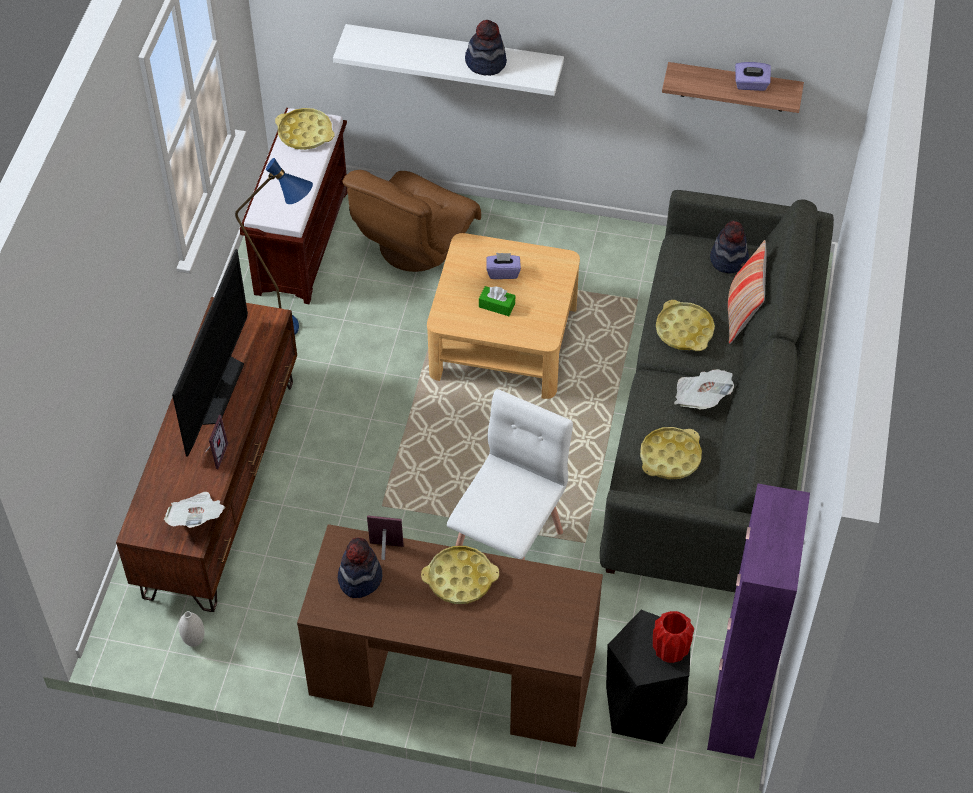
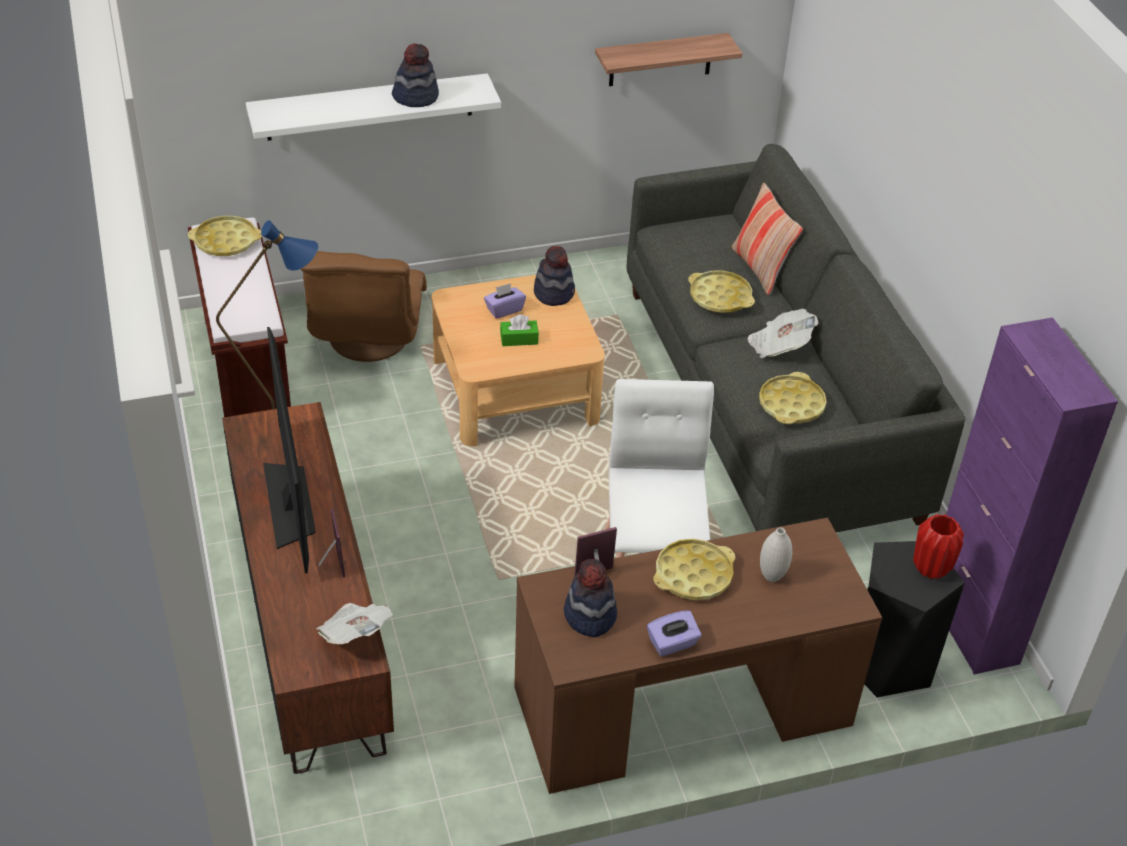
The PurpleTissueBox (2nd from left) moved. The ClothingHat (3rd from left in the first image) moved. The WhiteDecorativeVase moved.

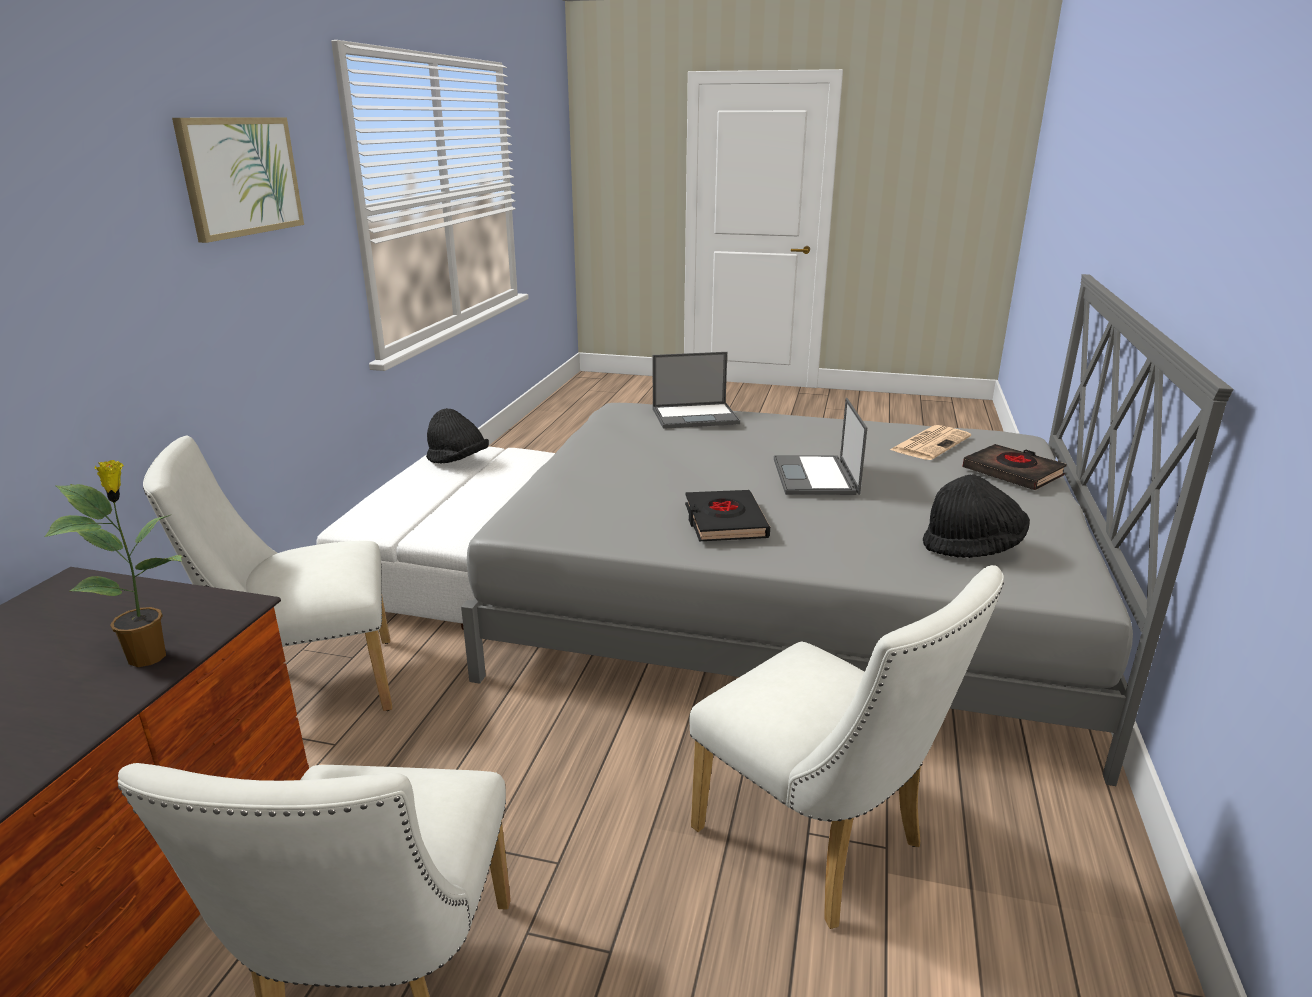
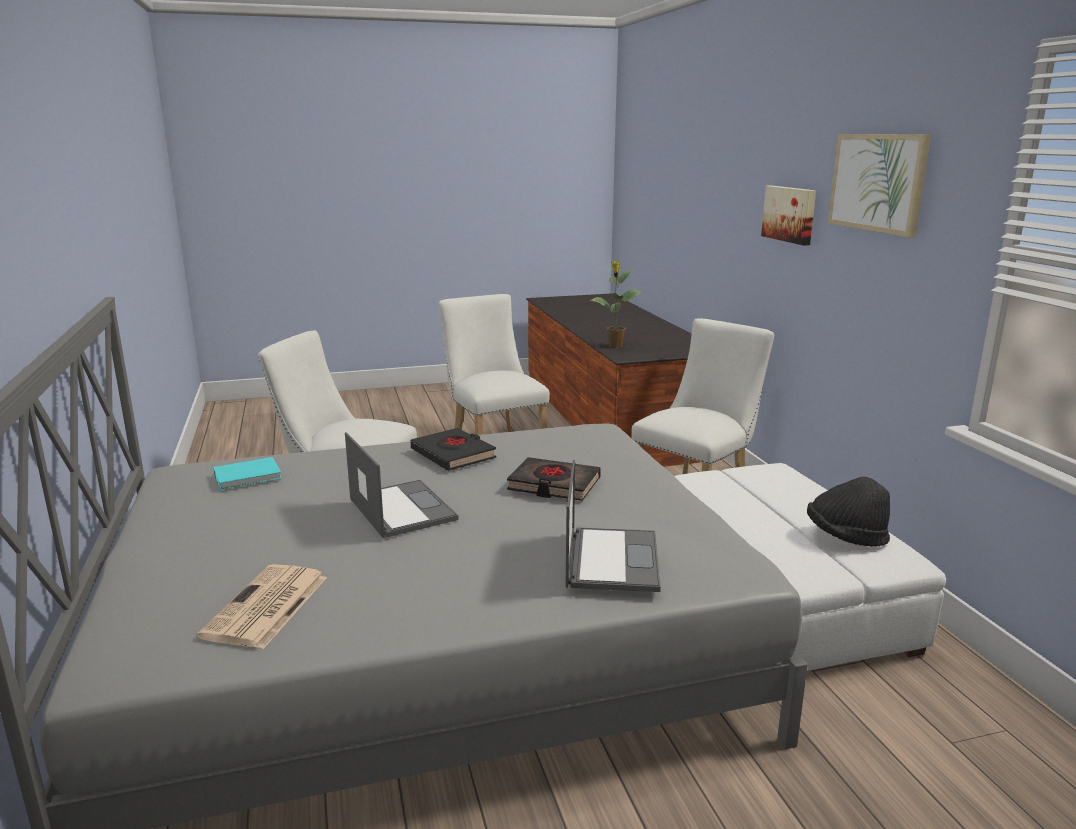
The NotebookComputer (1st from left in the first image) turned 135 degrees clockwise. The BlackColouredVolume (2nd from left) moved. The BlackColouredClothingHat (2nd from left) was replaced by the BlueGreenVolume. The Picture (1st from left) appeared.

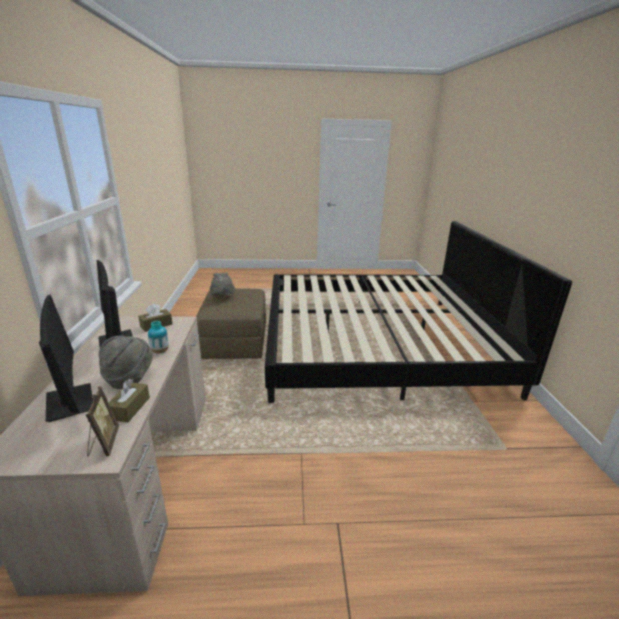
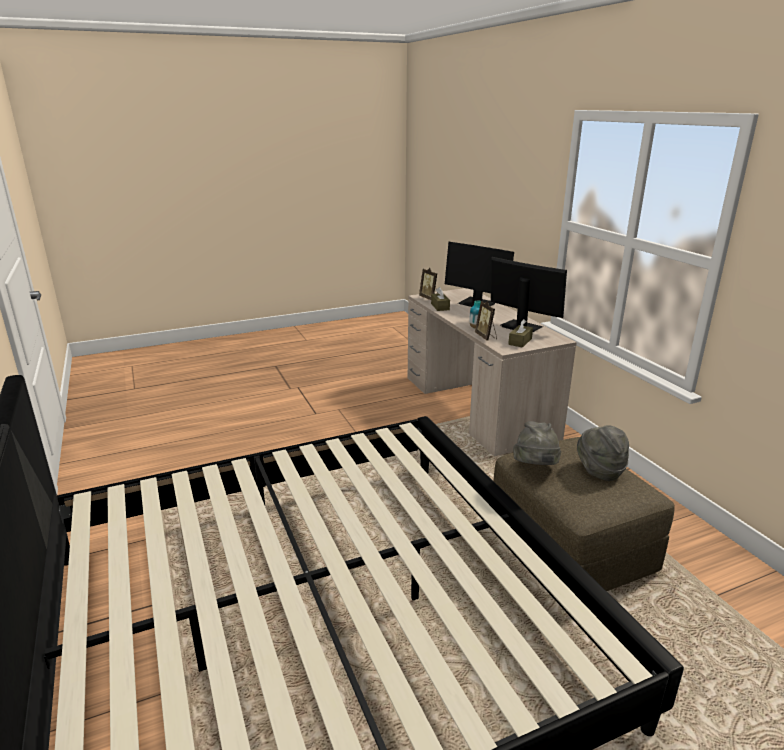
The GreyishClothingHat (1st from left) moved. The StandingFrame (2nd from left) appeared.

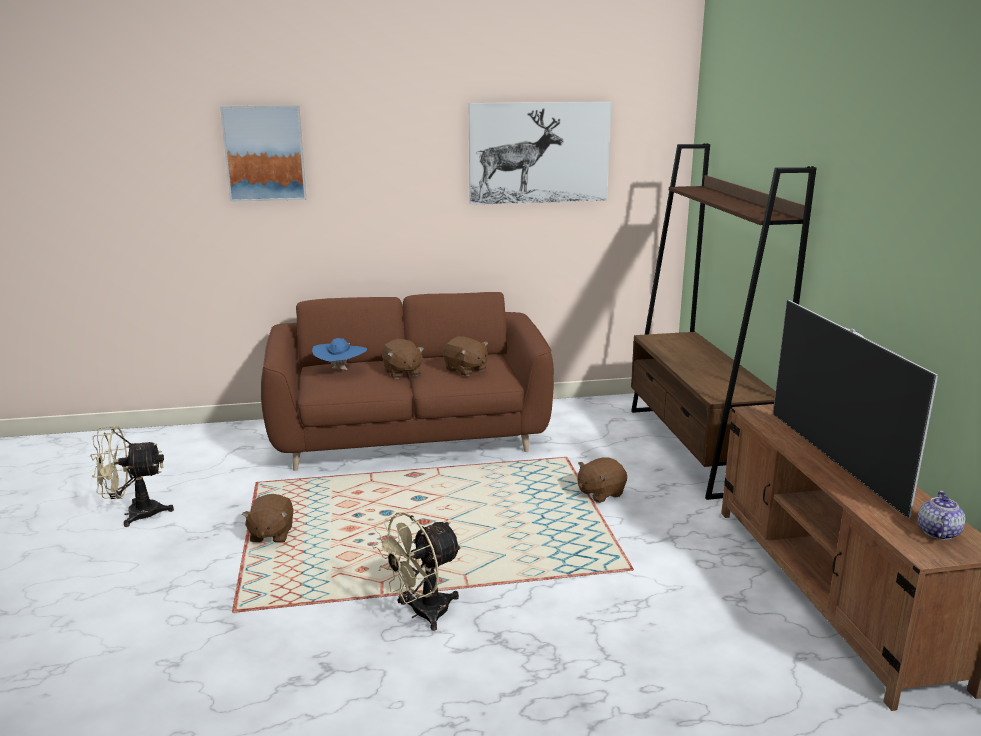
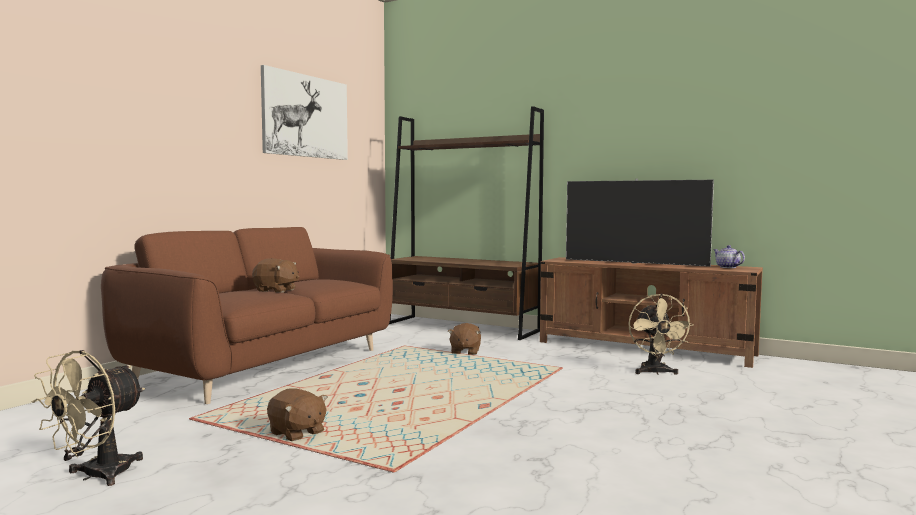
The Picture (1st from left) disappeared. The BrownColouredCuddlyToy (3rd from left) disappeared. The BlueColouredClothingHat disappeared. The BeigeColouredFan (2nd from left) moved.

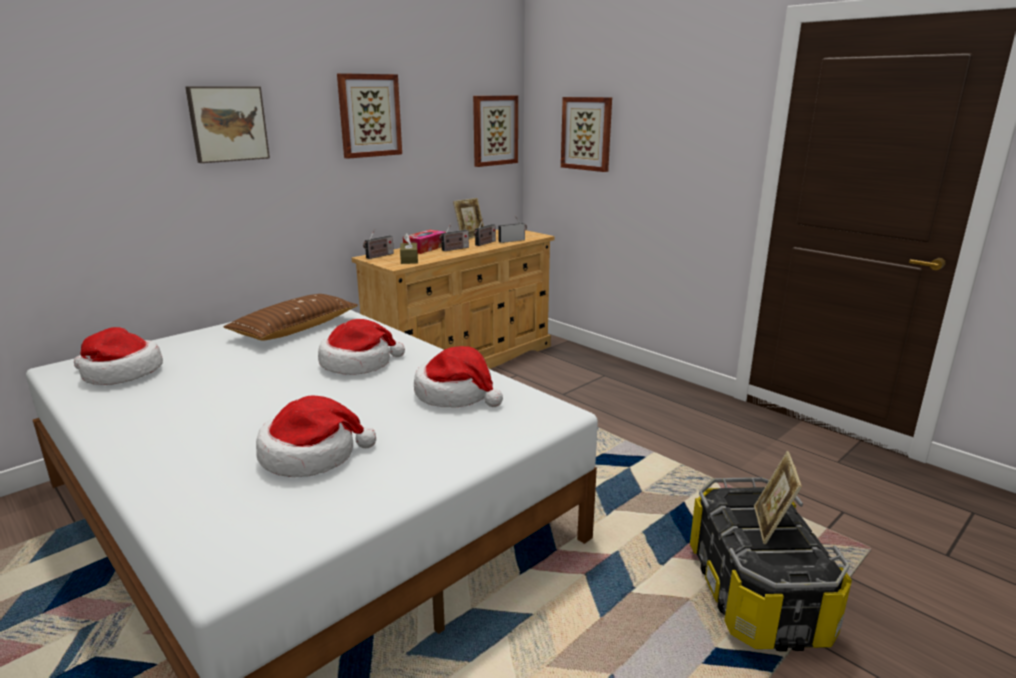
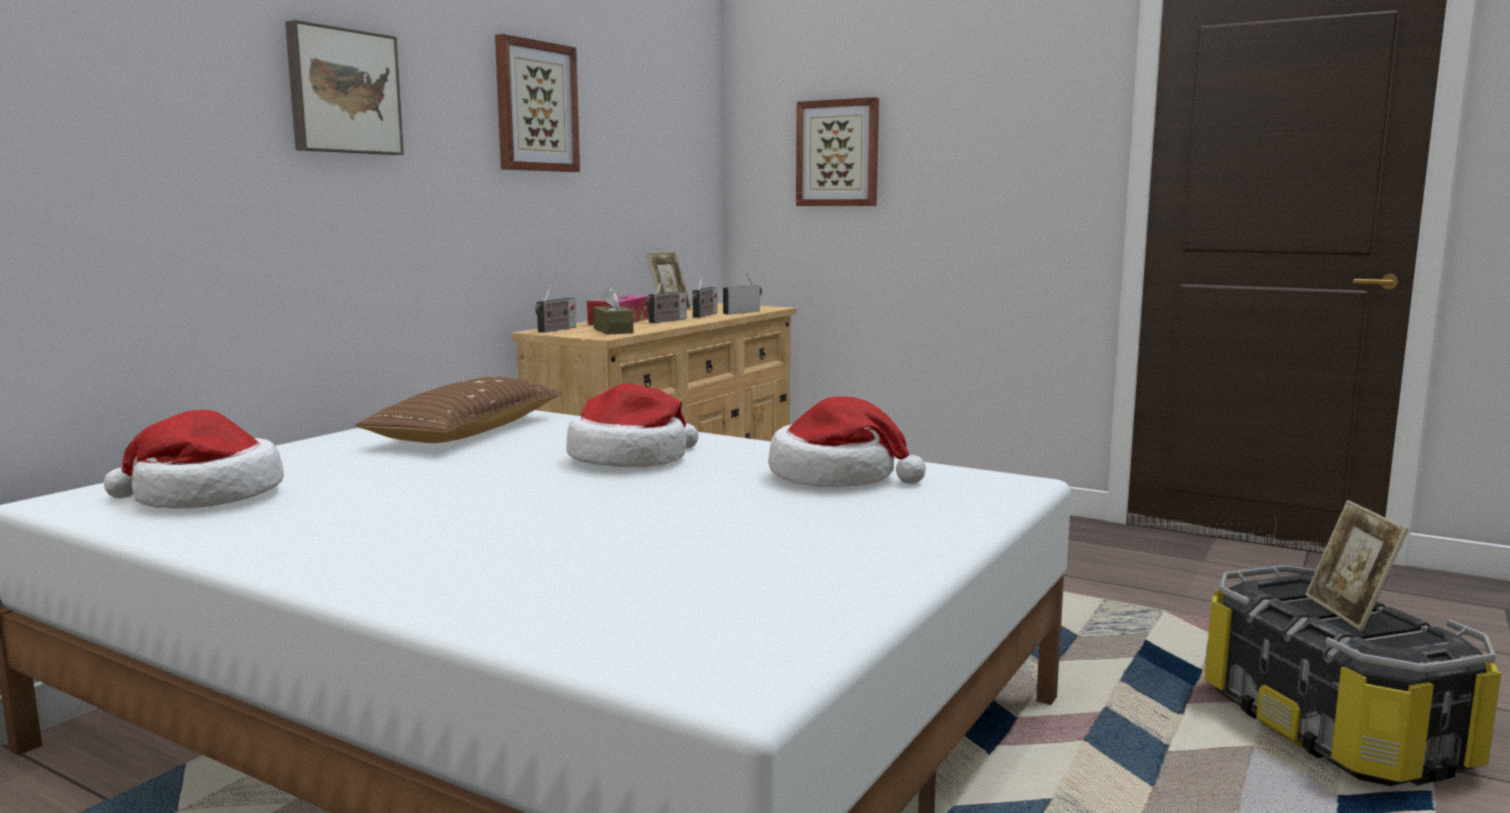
The Picture (3rd from left) disappeared. The ClothingHat (2nd from left) disappeared.

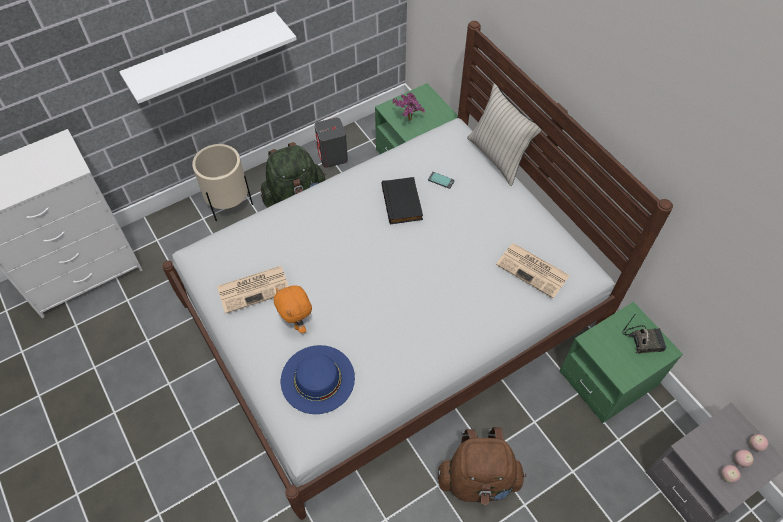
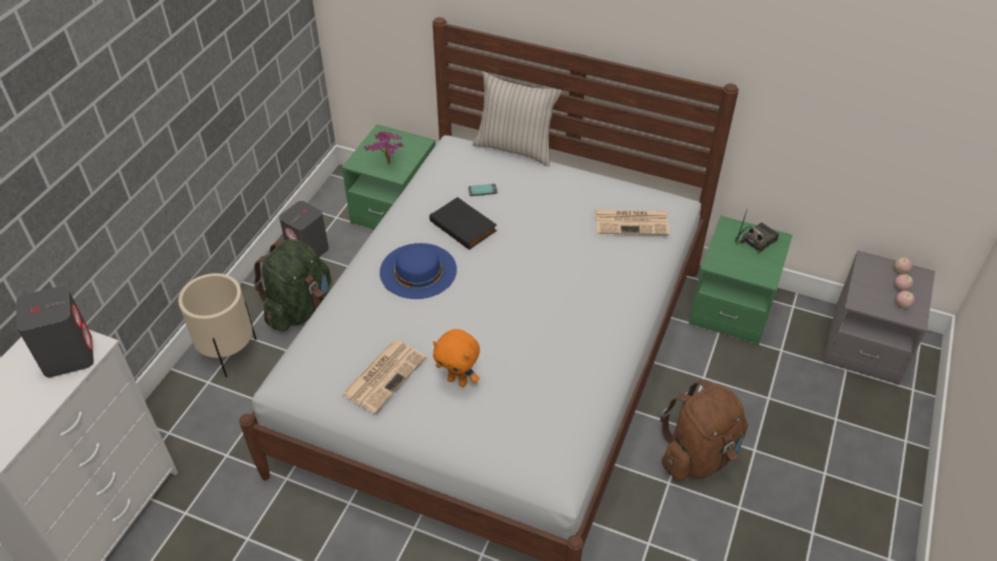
The WhiteBracketShelf disappeared. The BlueColouredClothingHat moved. The GreyishSpeaker (1st from left) appeared.

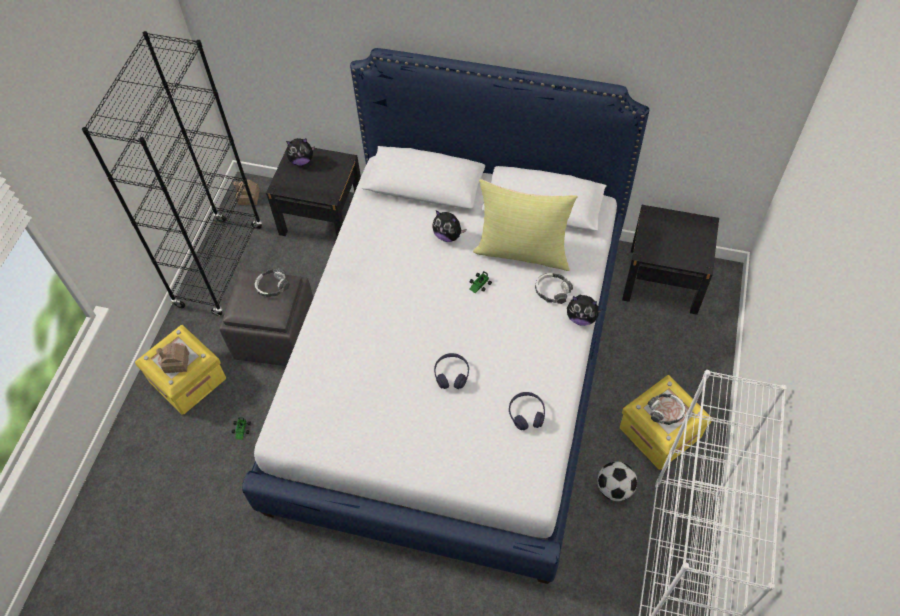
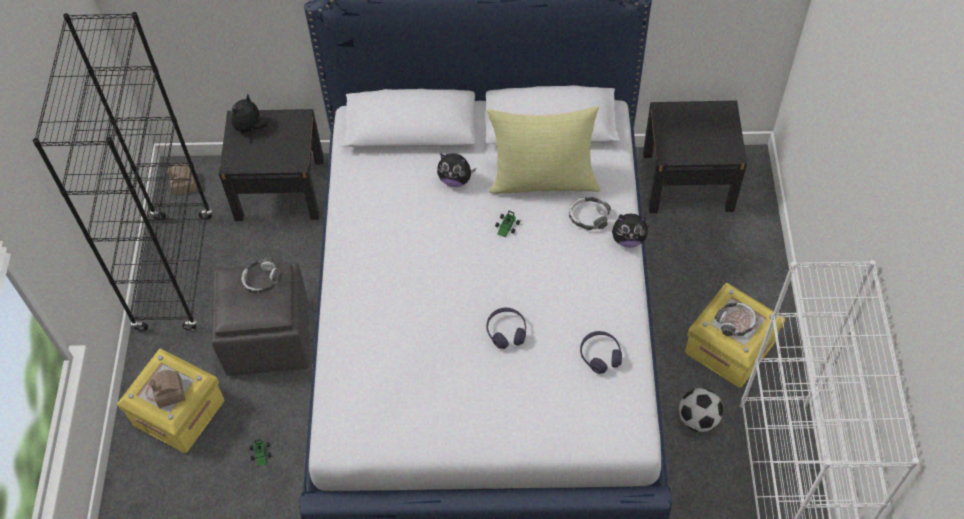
The CuddlyToy (1st from left) turned 150 degrees clockwise.

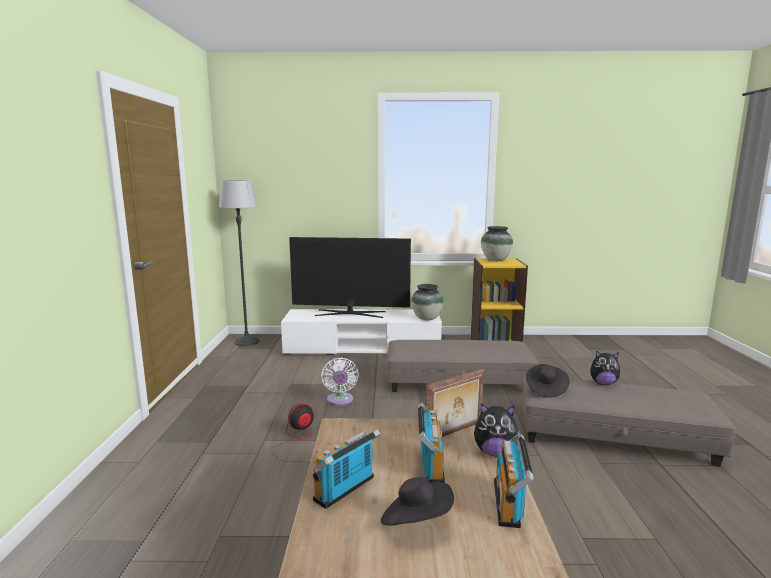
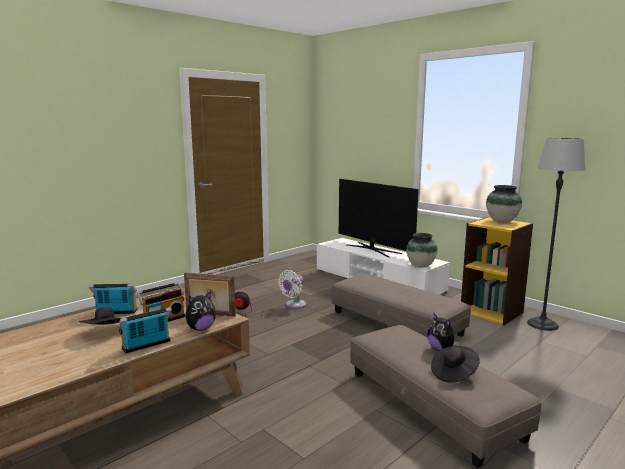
The StandardLamp moved. The BlackColouredClothingHat (2nd from left) moved. The CuddlyToy (1st from left) turned 90 degrees counterclockwise.

